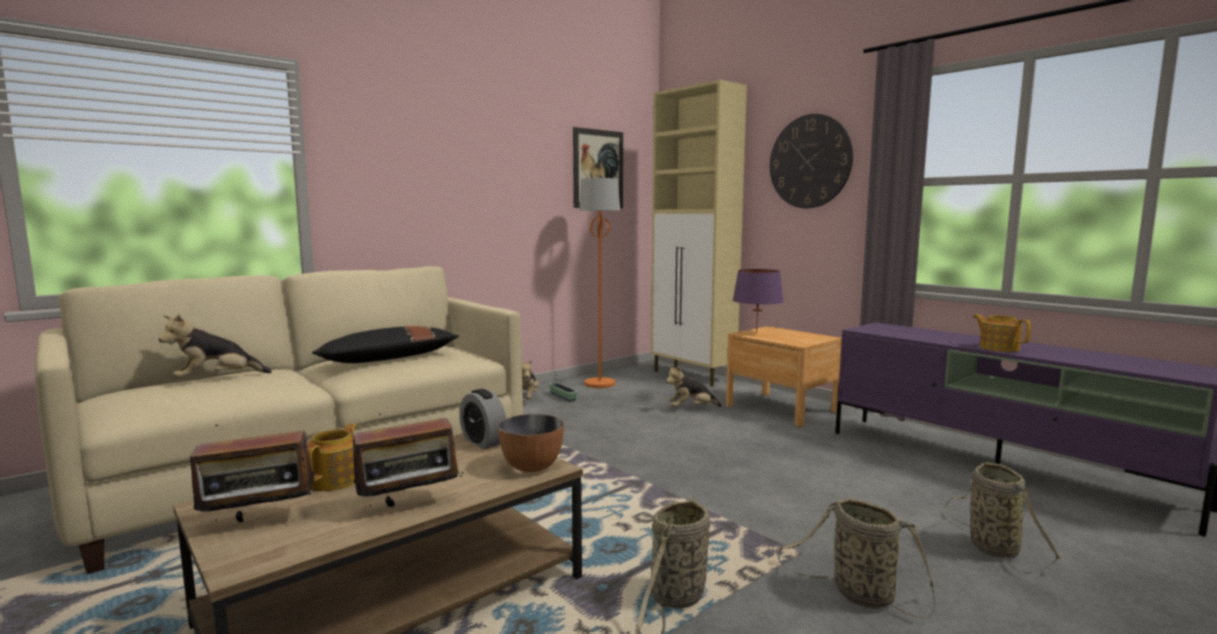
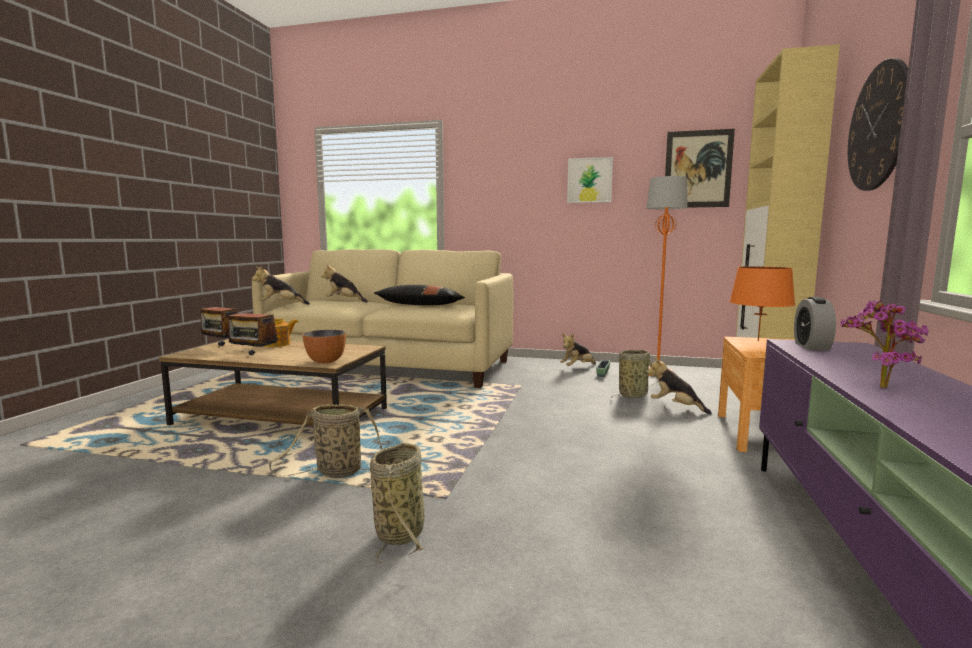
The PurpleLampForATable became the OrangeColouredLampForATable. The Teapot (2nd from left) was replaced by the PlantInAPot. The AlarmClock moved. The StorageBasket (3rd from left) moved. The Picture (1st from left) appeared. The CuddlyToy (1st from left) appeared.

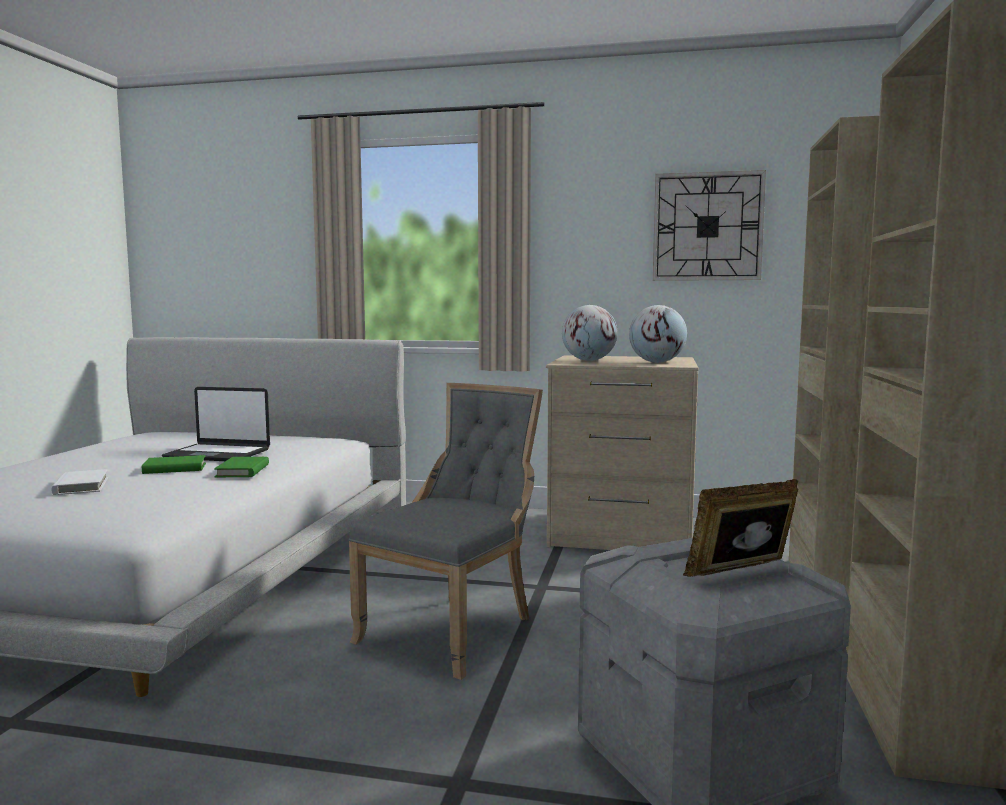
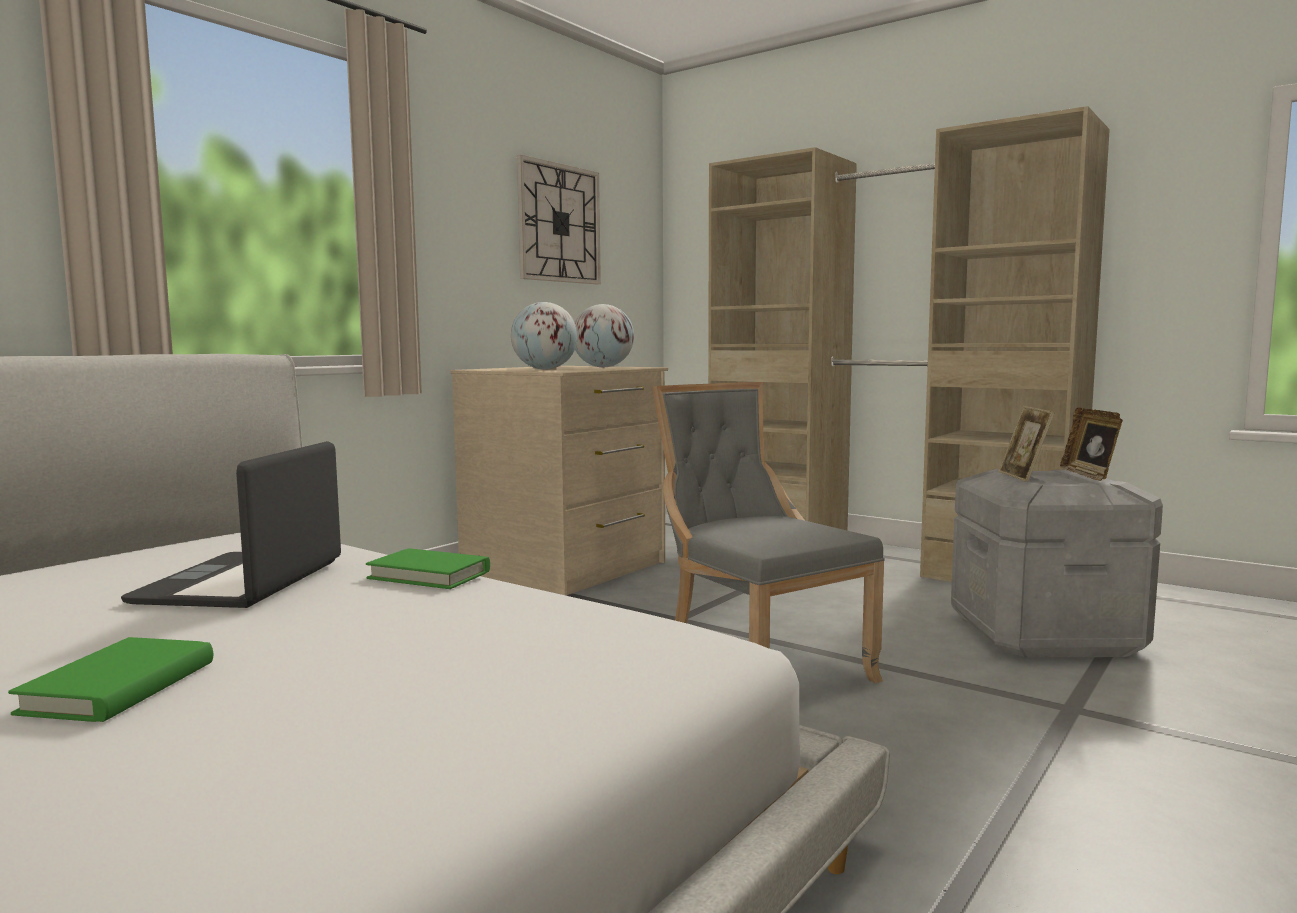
The NotebookComputer turned 150 degrees clockwise. The GreenColouredVolume (1st from left) moved. The WhiteVolume disappeared. The StandingFrame (1st from left) appeared.

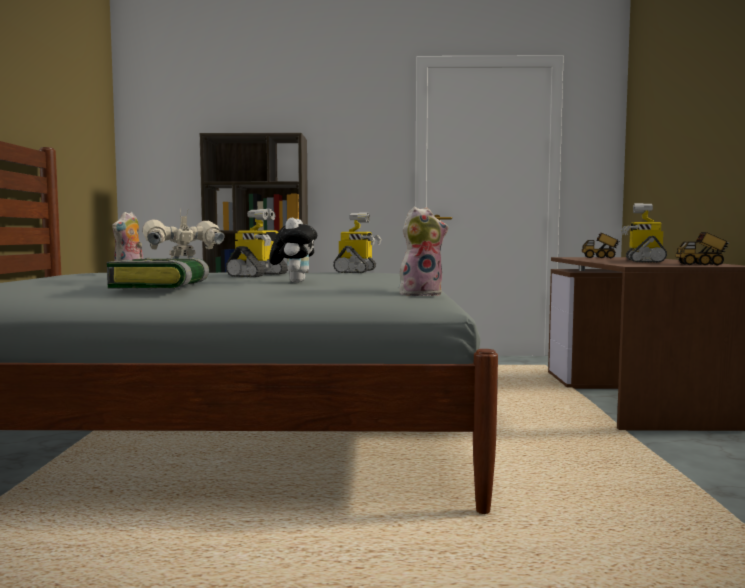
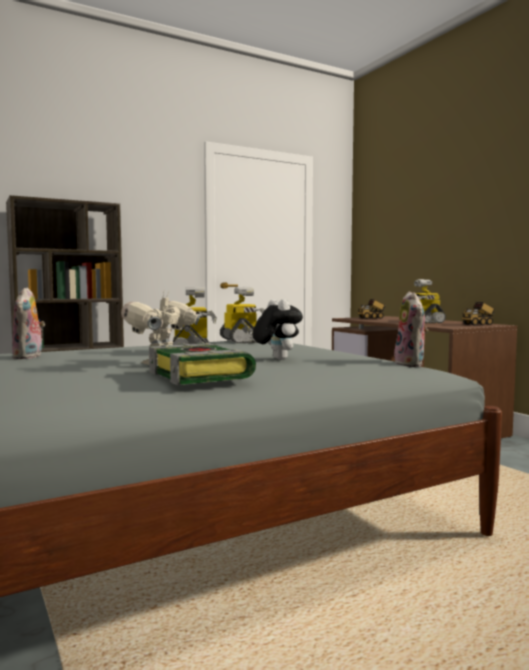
The CuddlyToy (3rd from left) turned 135 degrees clockwise.

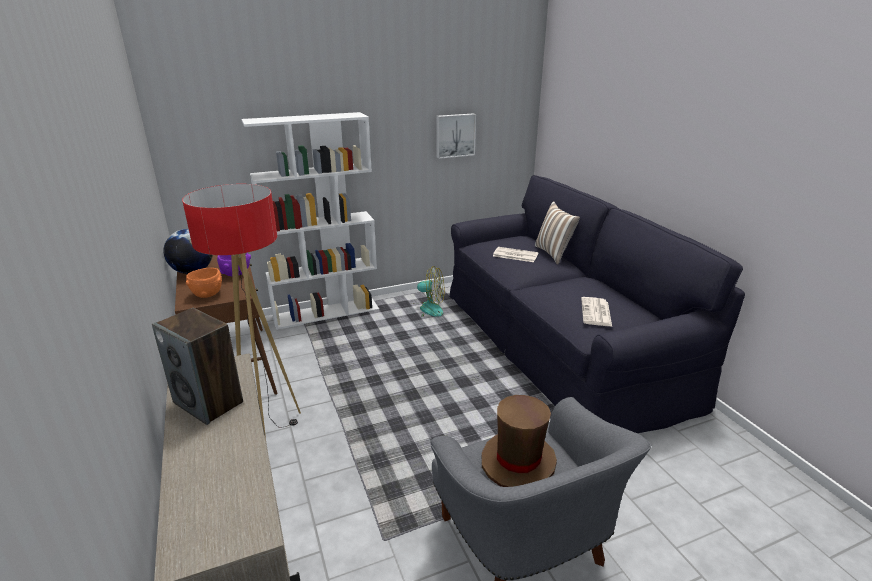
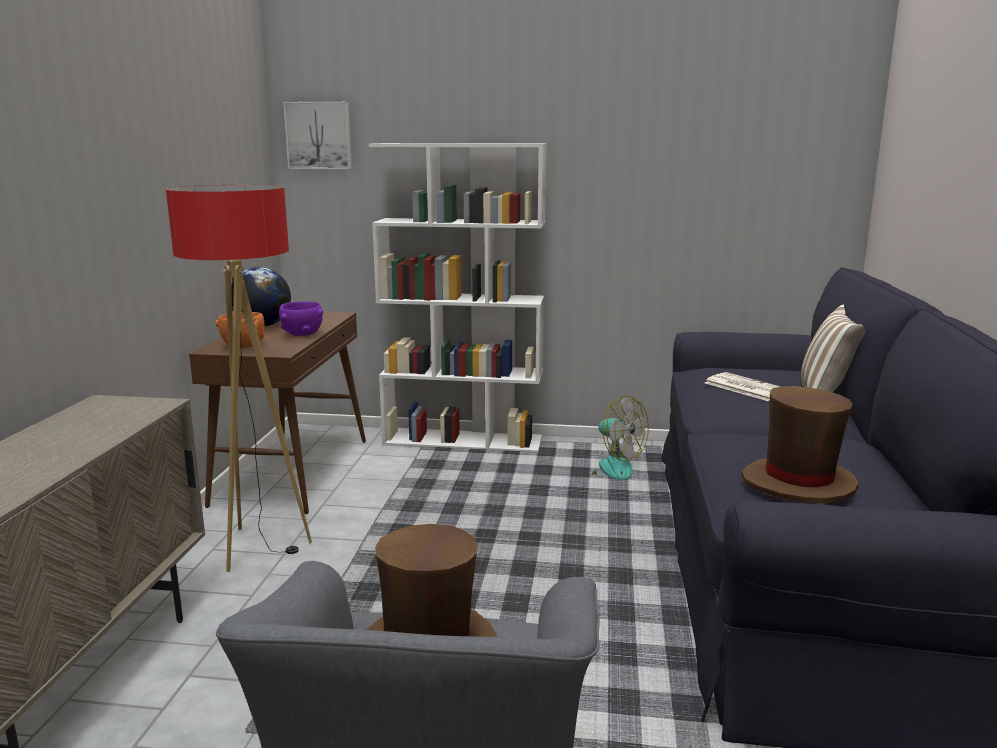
The Picture moved. The PrintedPaper (2nd from left) was replaced by the BrownColouredClothingHat (2nd from left). The Speaker disappeared.

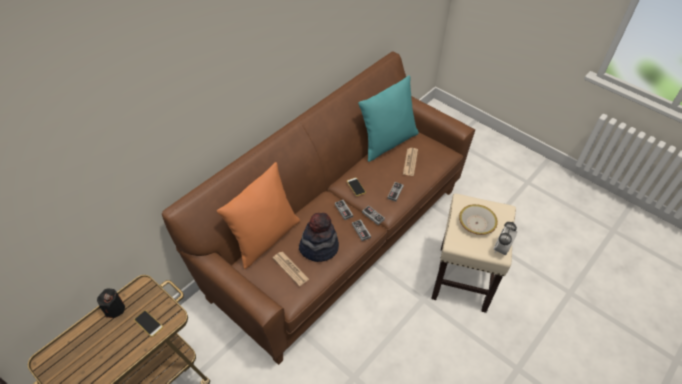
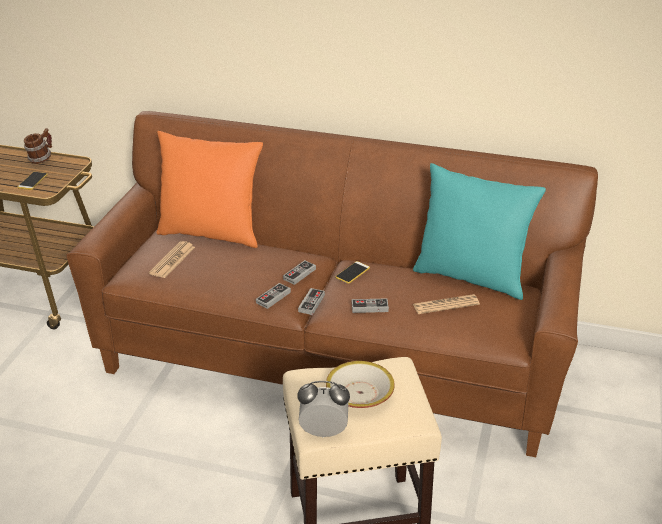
The ClothingHat disappeared. The BlackColouredWaxLight was replaced by the TeaMug.

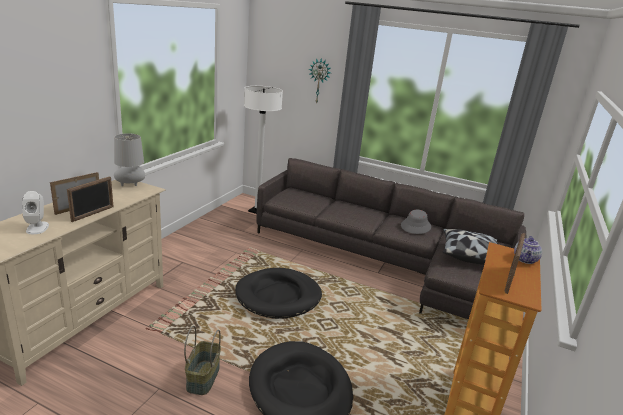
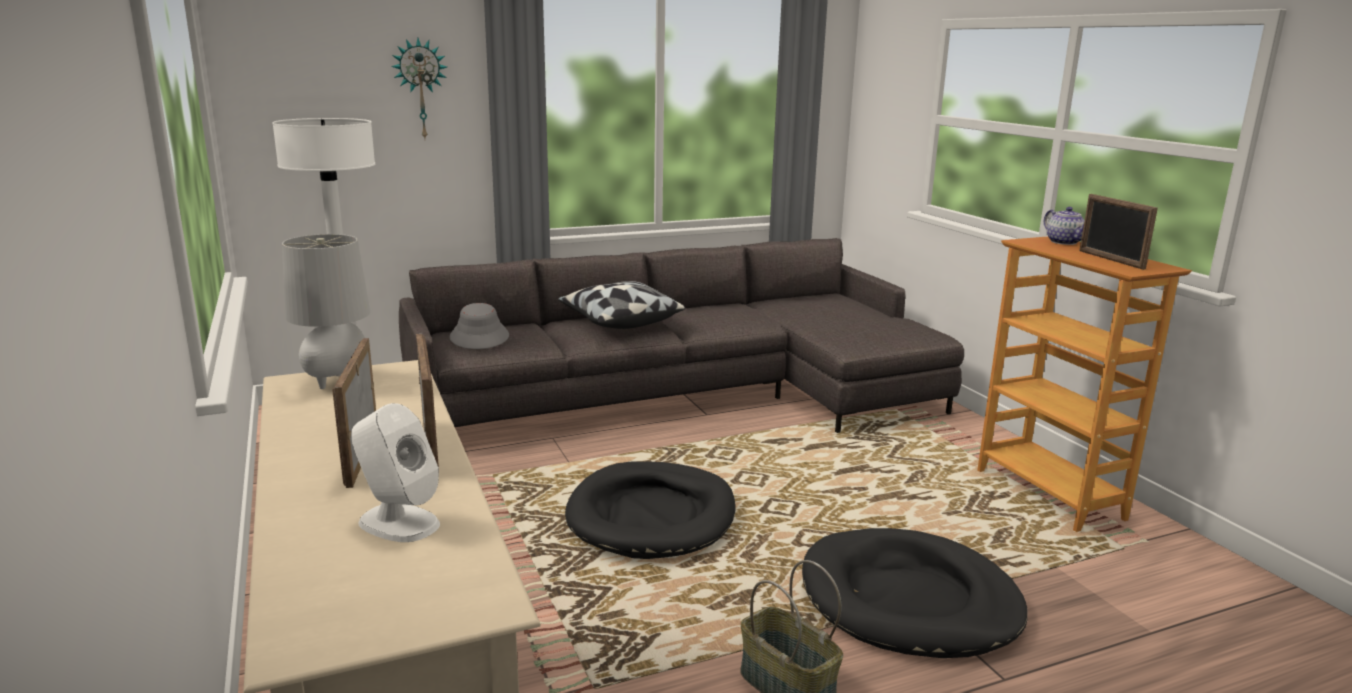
The GreyishClothingHat moved. The Pillow moved.

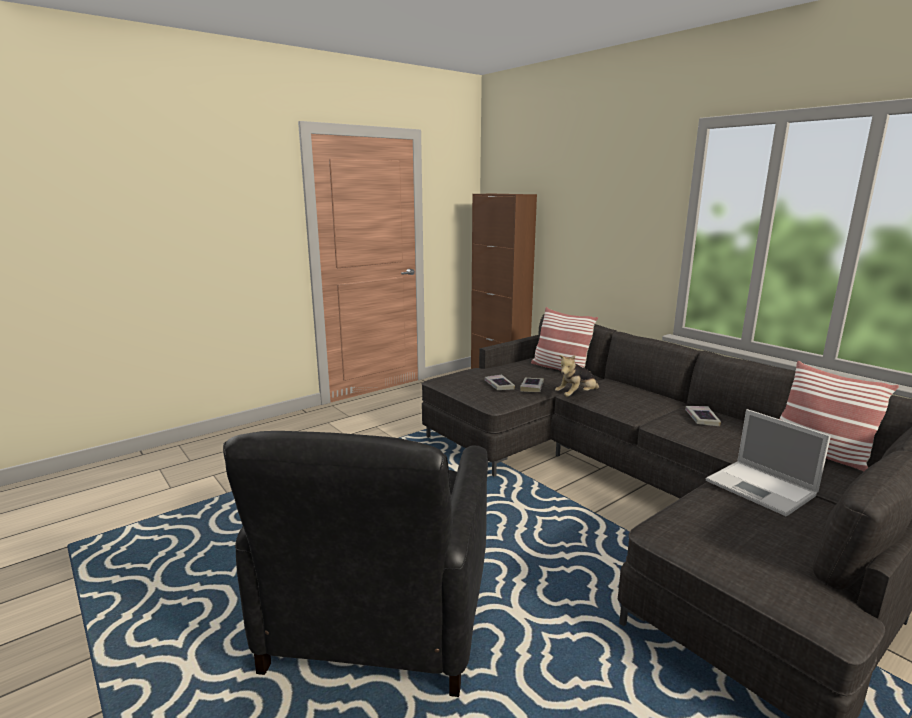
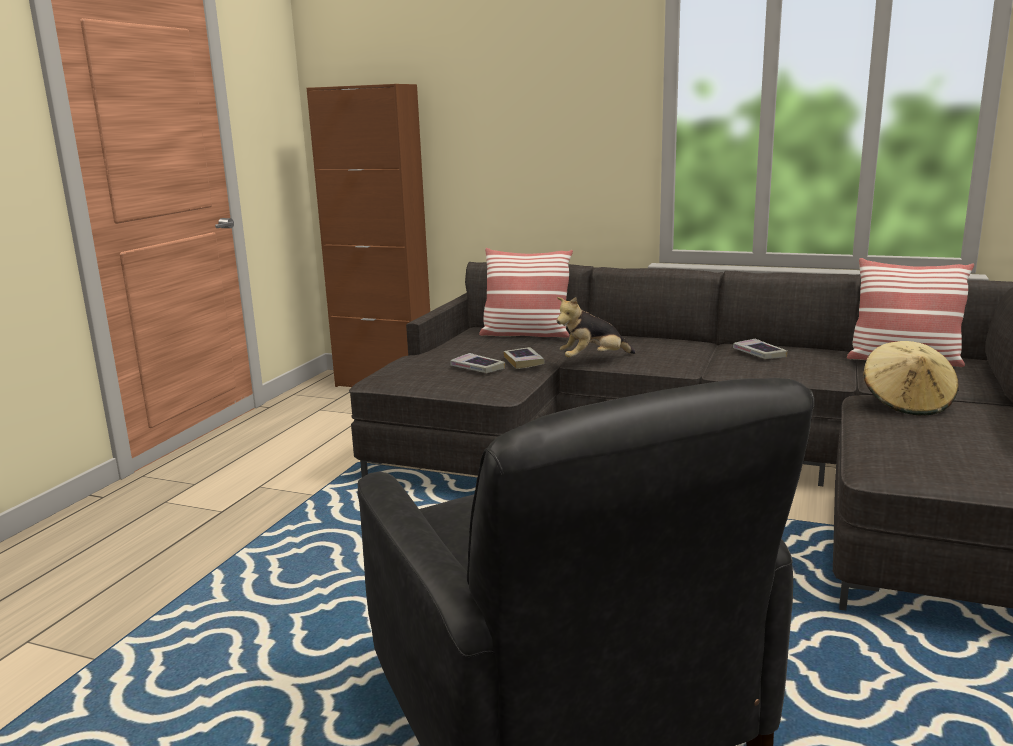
The CuddlyToy turned 45 degrees clockwise. The NotebookComputer was replaced by the BeigeColouredClothingHat.

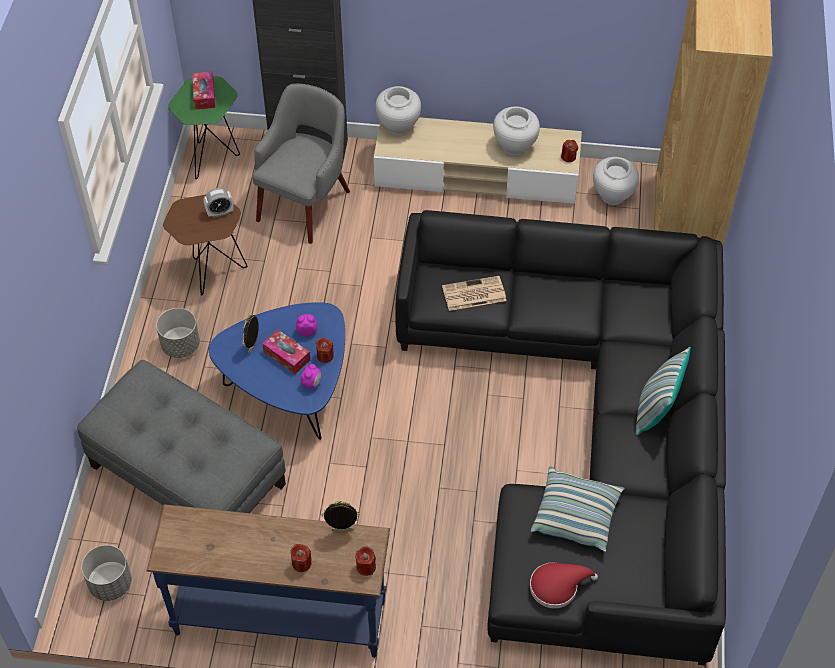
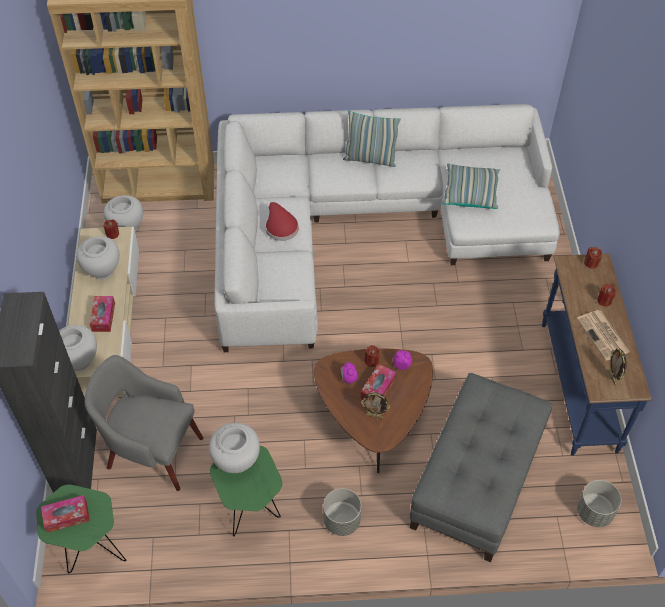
The AlarmClock (1st from left) was replaced by the WhiteDecorativeVase (4th from left). The BrownColouredEndTable became the GreenColouredEndTable (2nd from left). The BlackColouredCouch became the WhiteCouch. The PrintedPaper moved. The BlueColouredCoffeeTable became the BrownColouredCoffeeTable. The StandingFrame (2nd from left) moved. The ReddishClothingHat moved. The TissueBox (2nd from left) appeared.

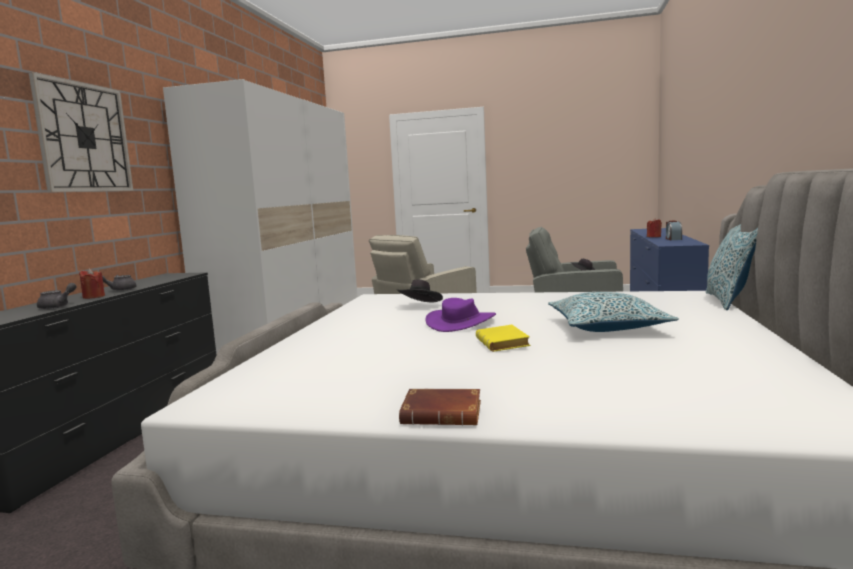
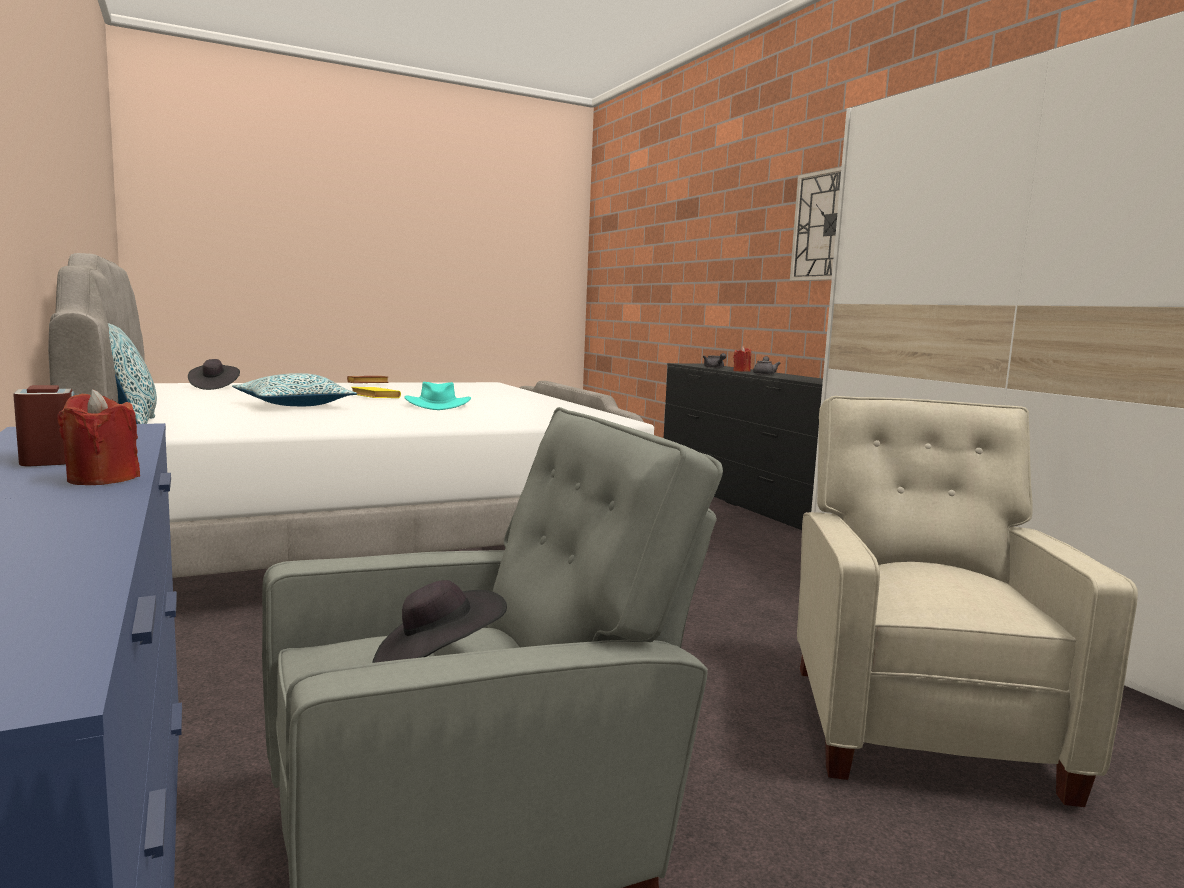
The BlackColouredClothingHat (1st from left) moved. The PurpleClothingHat became the BlueGreenClothingHat.

